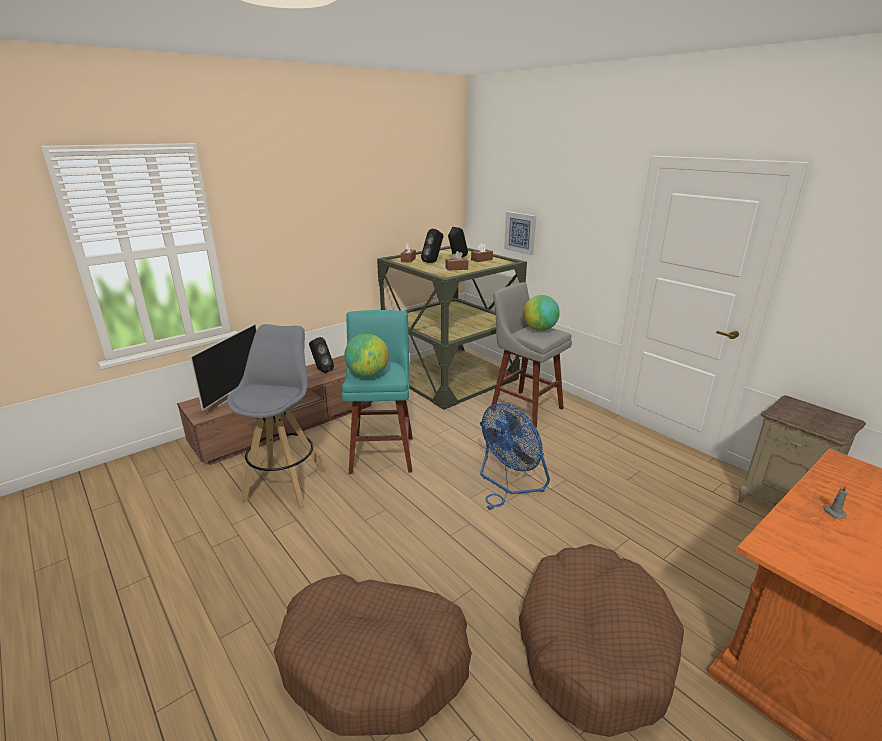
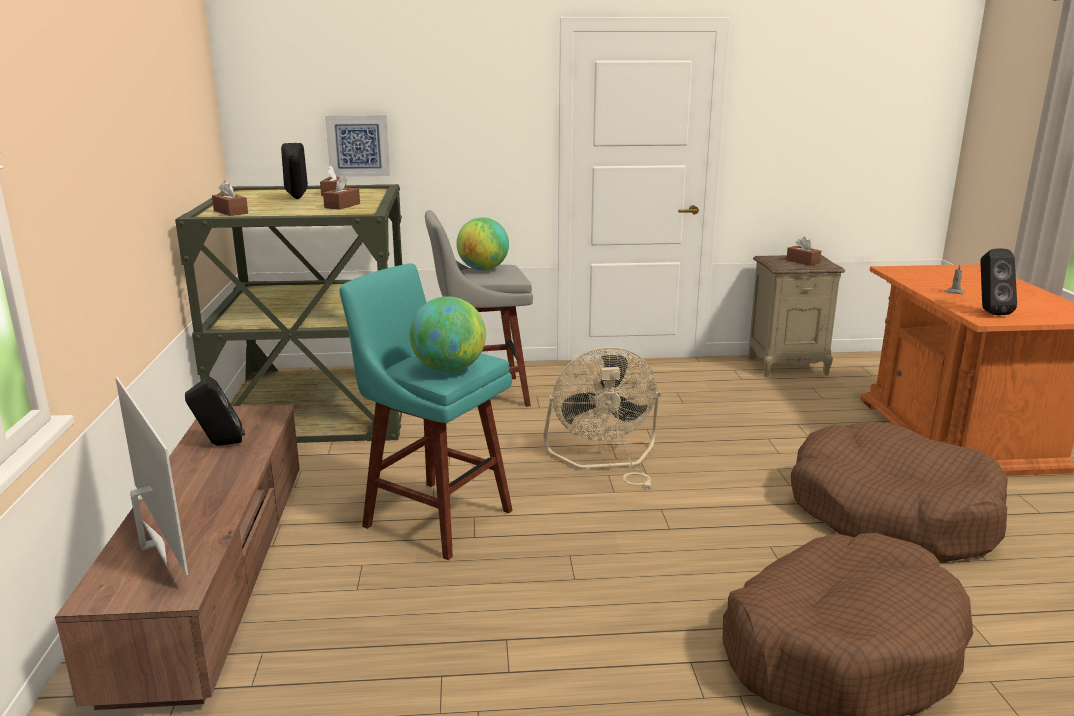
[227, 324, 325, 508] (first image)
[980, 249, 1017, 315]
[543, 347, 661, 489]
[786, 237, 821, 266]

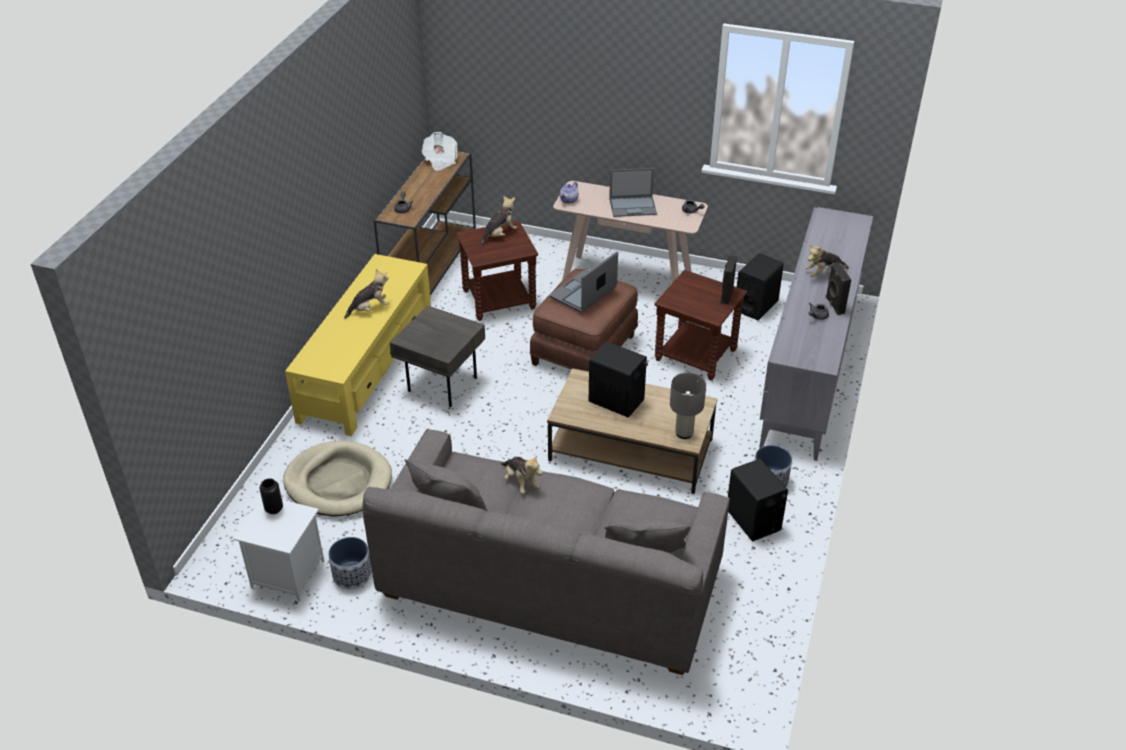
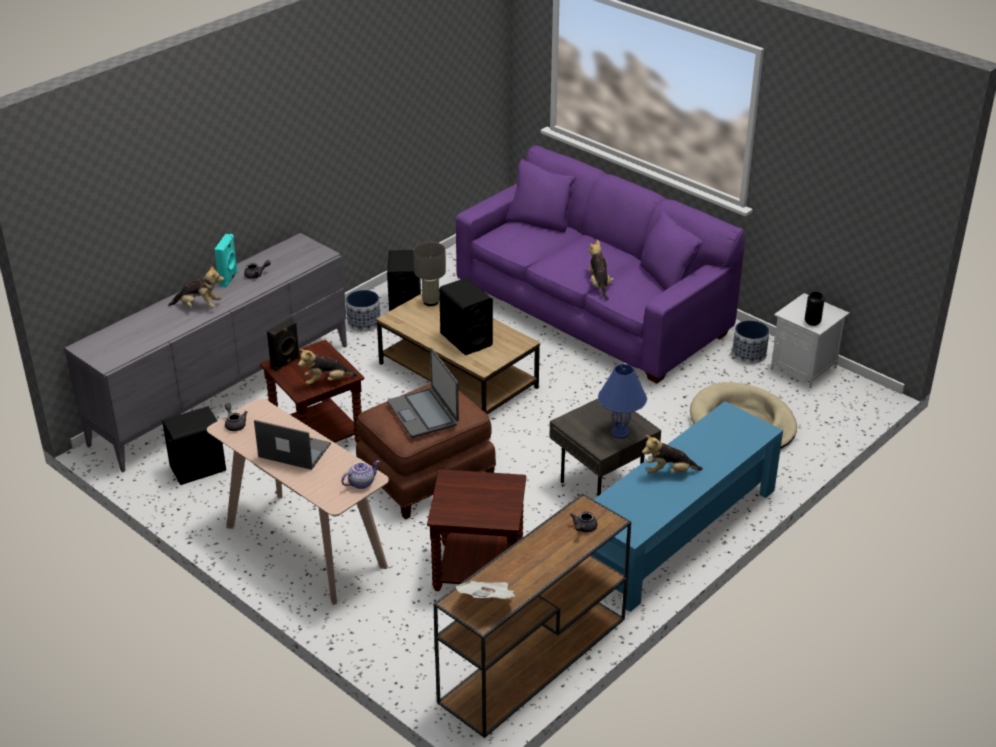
[592, 401, 783, 612]
[456, 145, 745, 384]
[298, 349, 358, 385]
[387, 348, 459, 438]
[214, 234, 238, 288]
[598, 364, 647, 438]

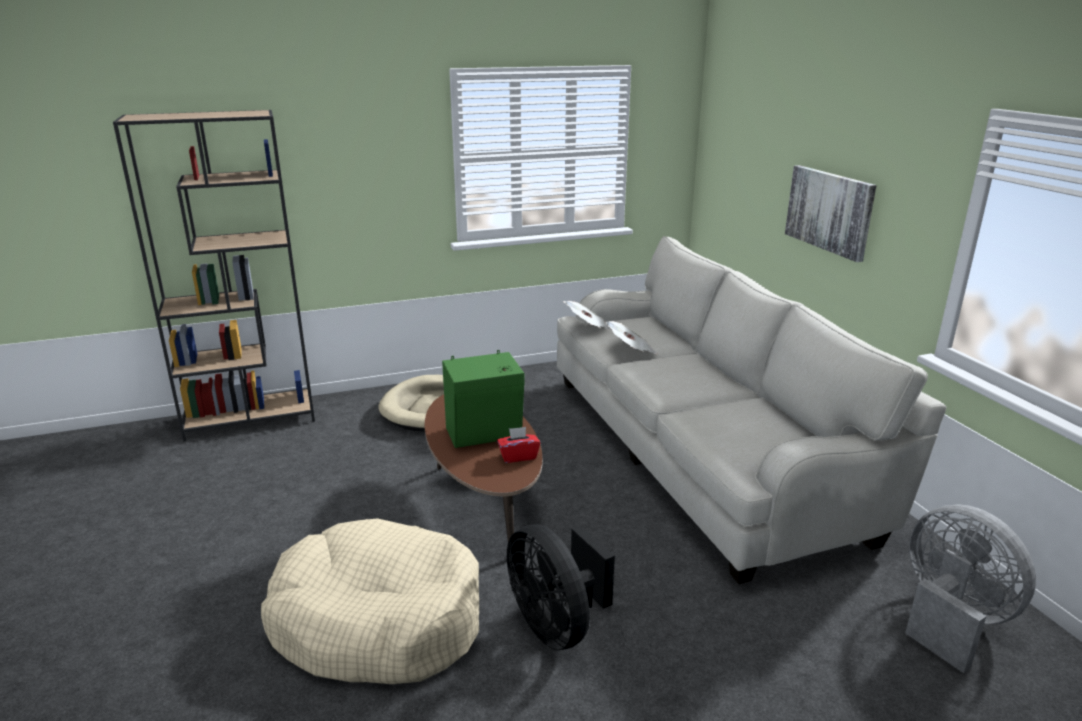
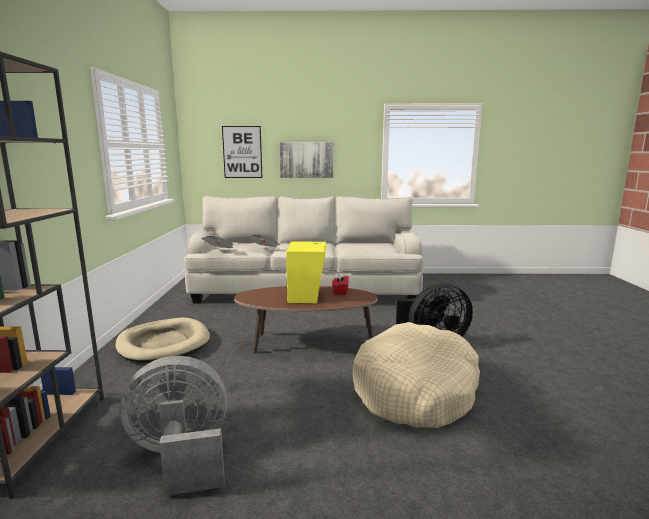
[286, 241, 326, 303]
[119, 356, 228, 496]
[222, 126, 262, 178]

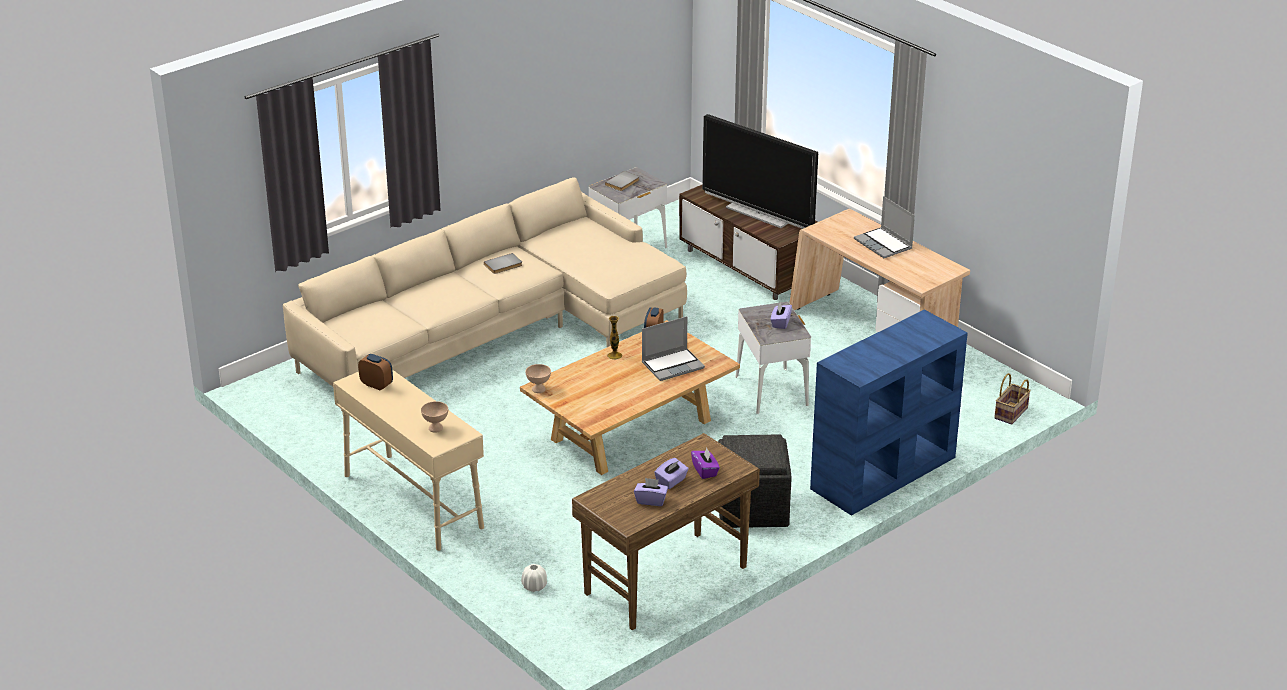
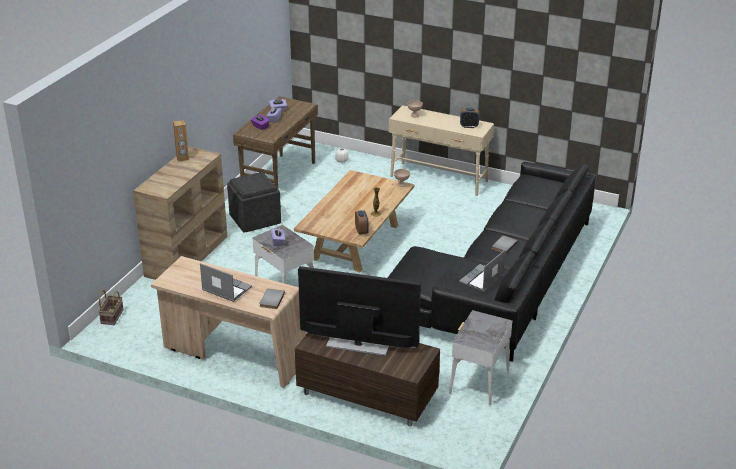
[388, 162, 596, 362]
[259, 289, 285, 309]
[459, 250, 505, 292]
[133, 146, 227, 280]
[173, 120, 189, 162]

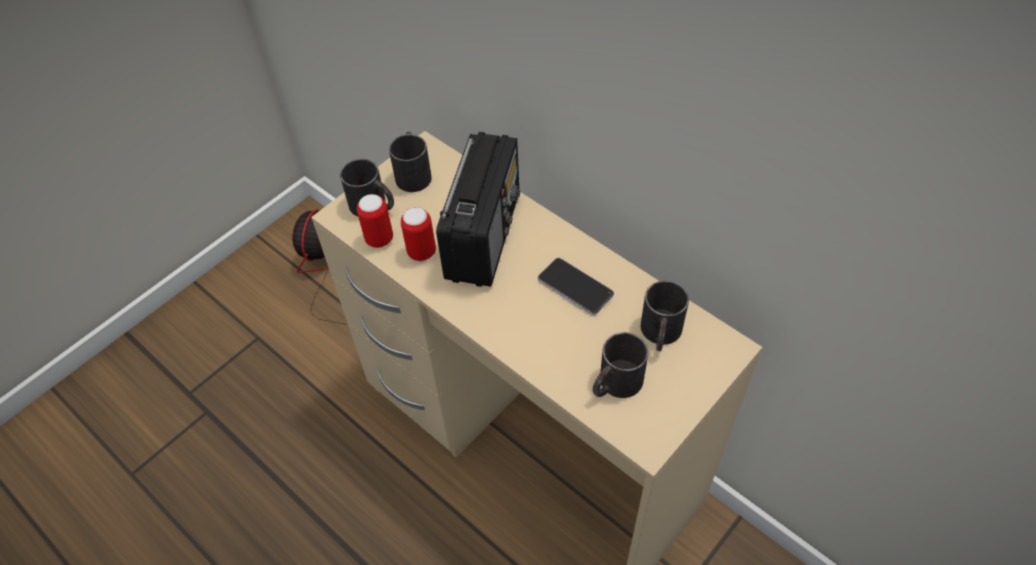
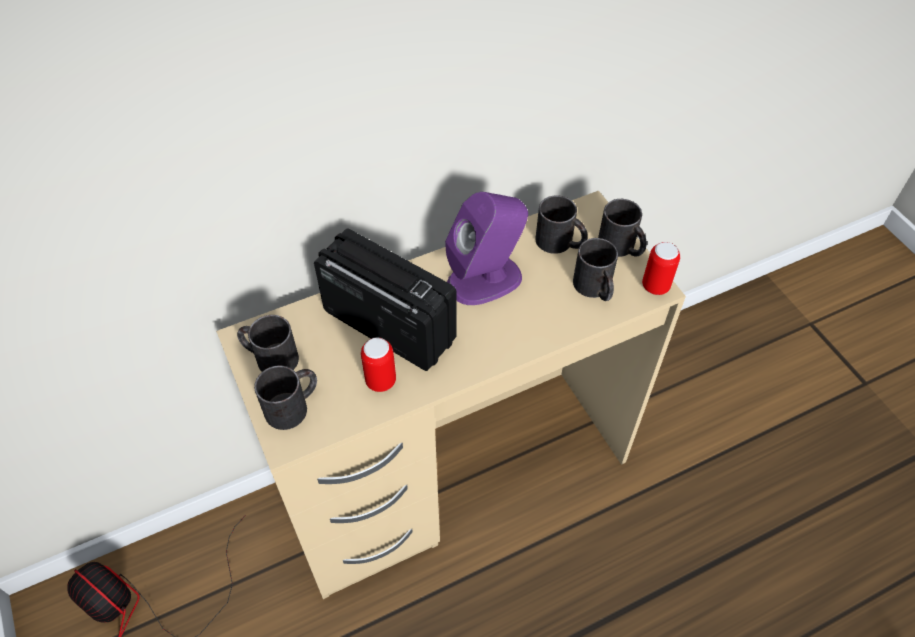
[642, 242, 680, 295]
[445, 192, 528, 305]
[598, 199, 647, 257]

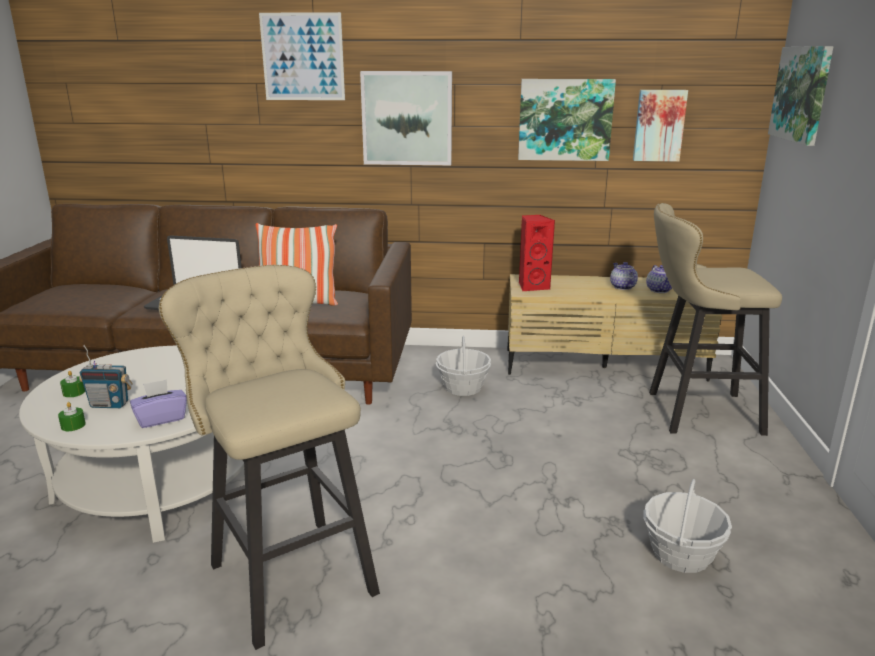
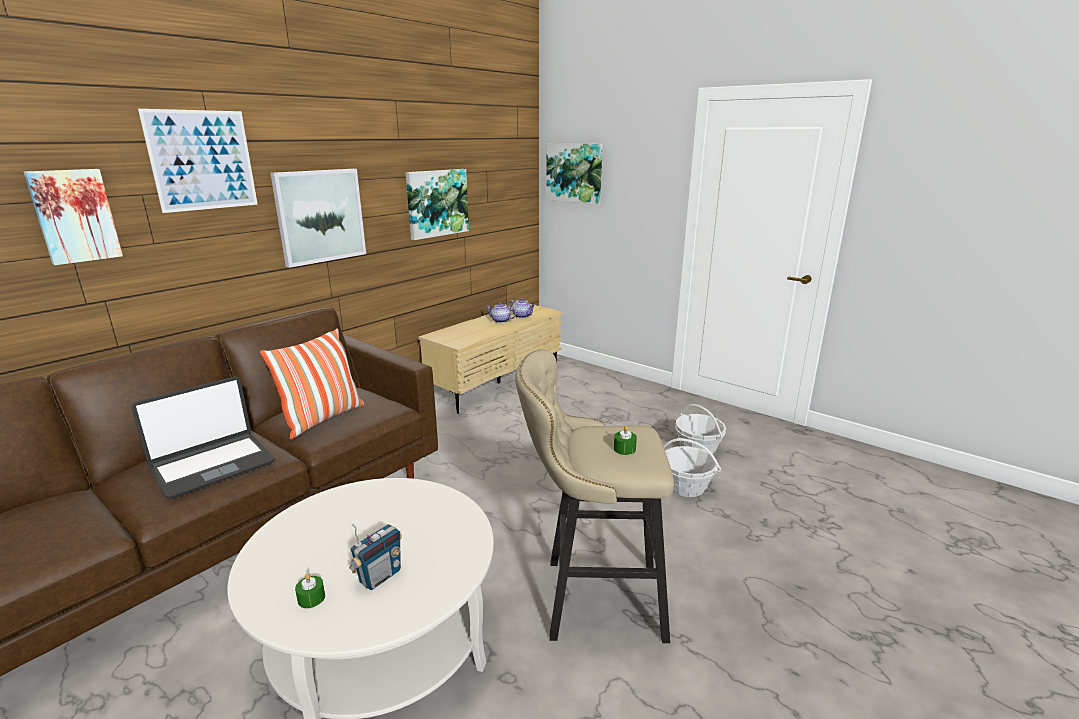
[614, 426, 637, 455]
[130, 379, 187, 428] (first image)
[664, 438, 721, 497]
[519, 215, 555, 291] (first image)
[24, 169, 123, 265]
[649, 203, 782, 436] (first image)

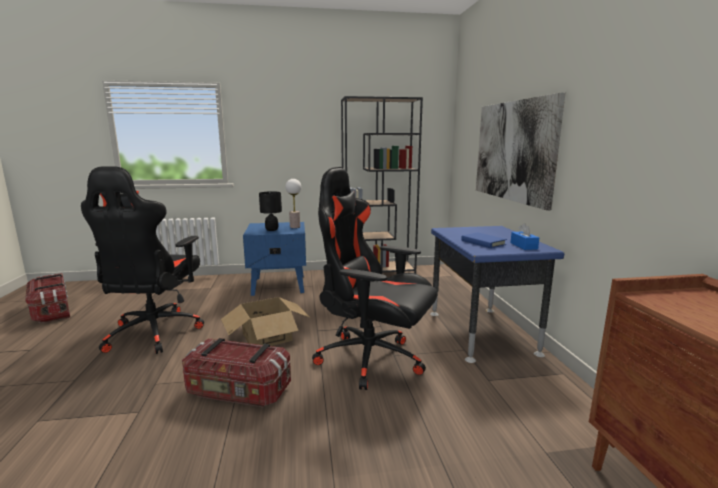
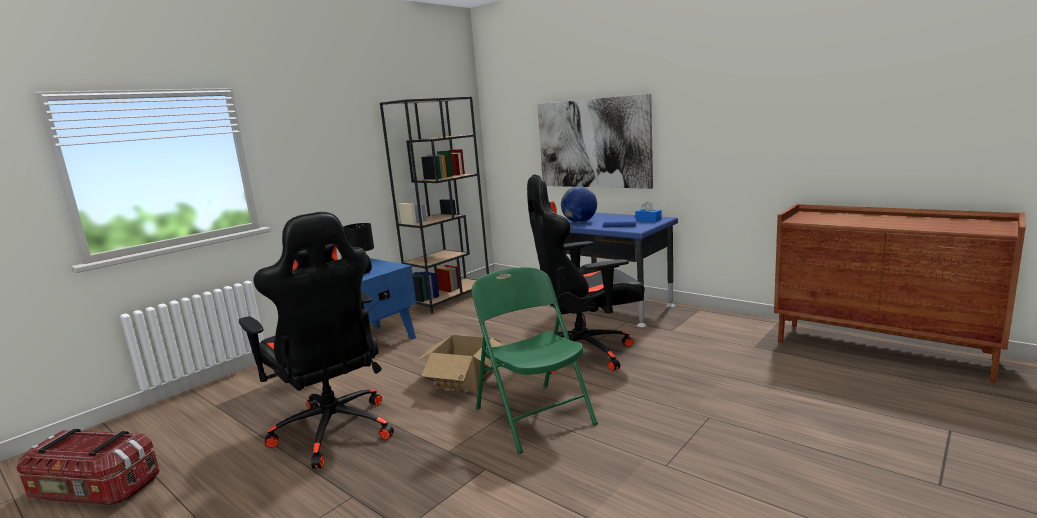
[471, 267, 598, 454]
[285, 179, 301, 228] (first image)
[561, 186, 597, 223]

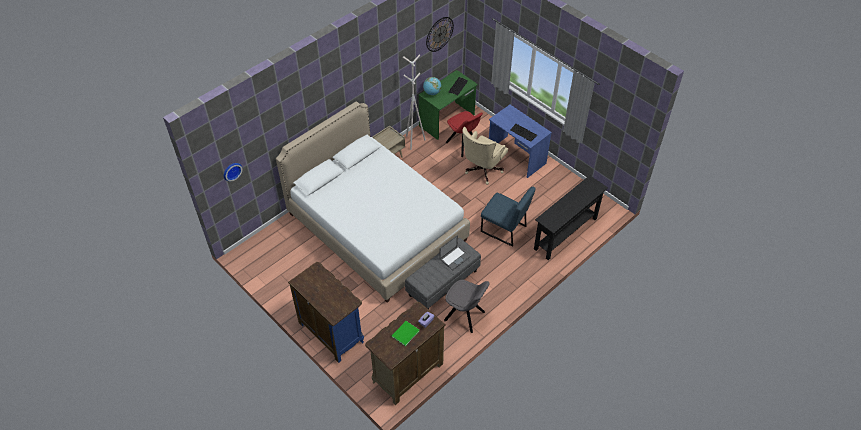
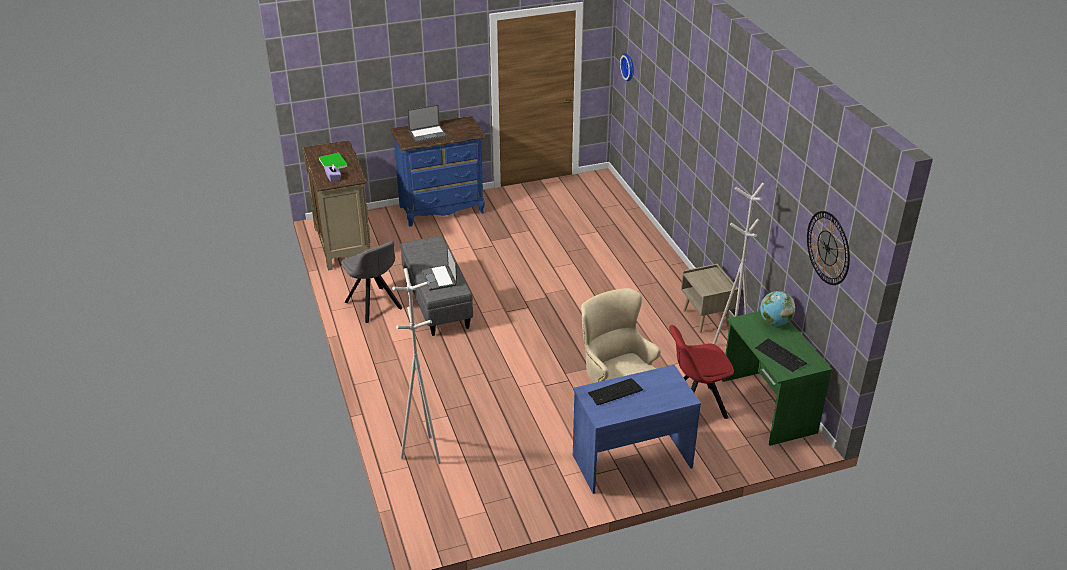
[276, 102, 470, 303] (first image)
[341, 241, 402, 323]
[481, 187, 536, 247] (first image)
[392, 268, 441, 464]
[407, 105, 447, 143]

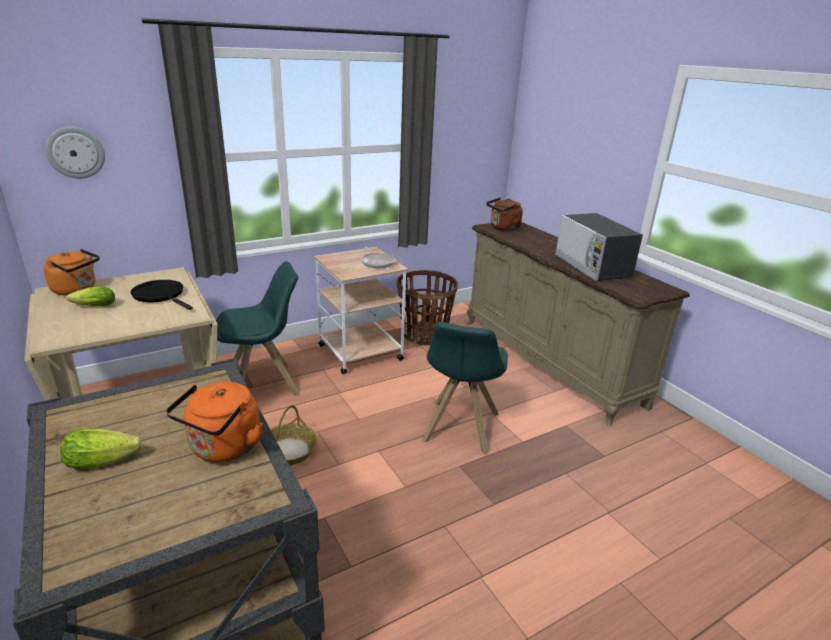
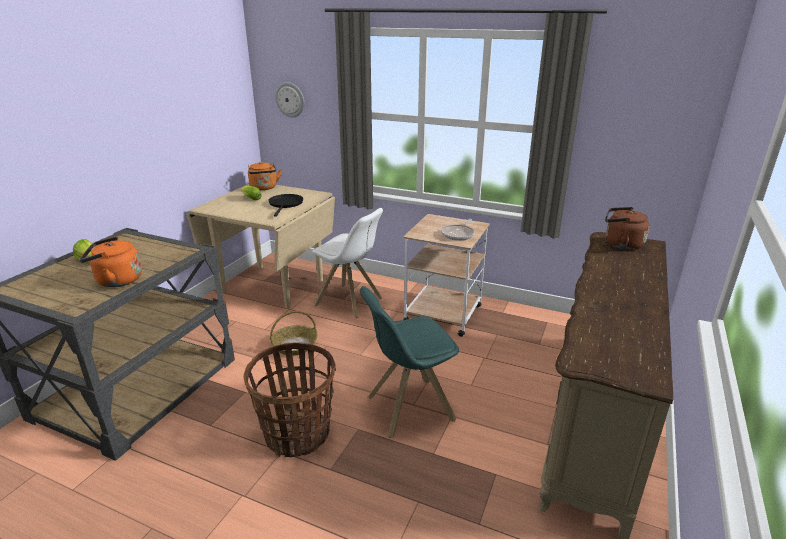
[312, 208, 383, 318]
[244, 342, 336, 457]
[555, 213, 643, 281] (first image)

